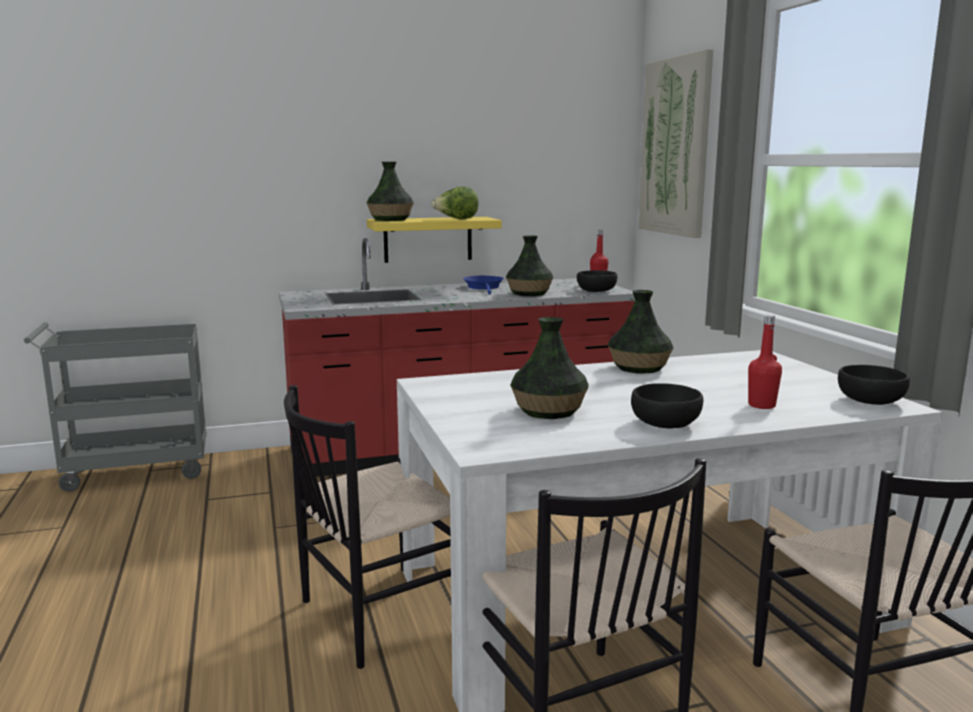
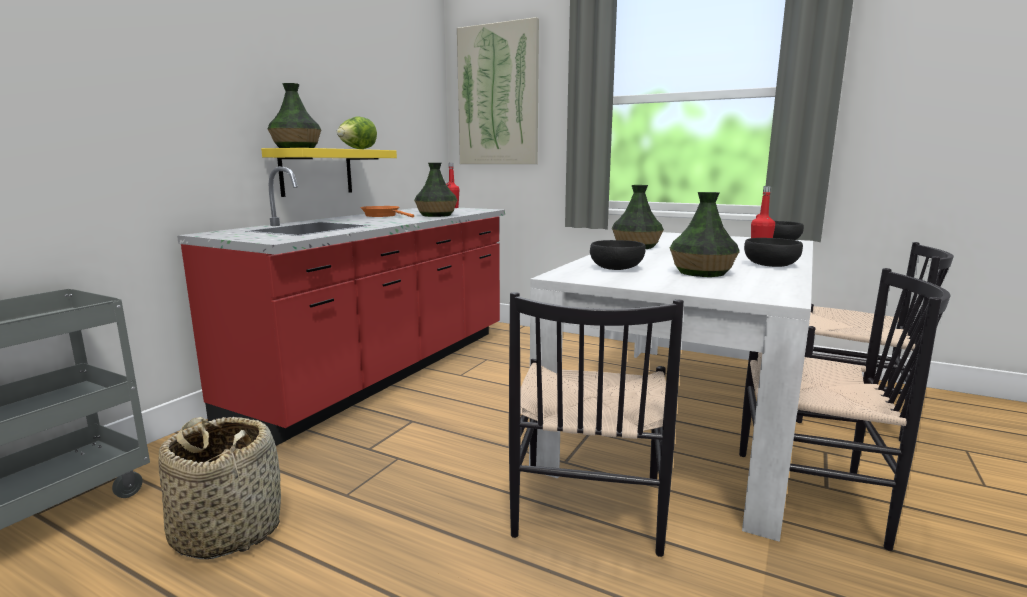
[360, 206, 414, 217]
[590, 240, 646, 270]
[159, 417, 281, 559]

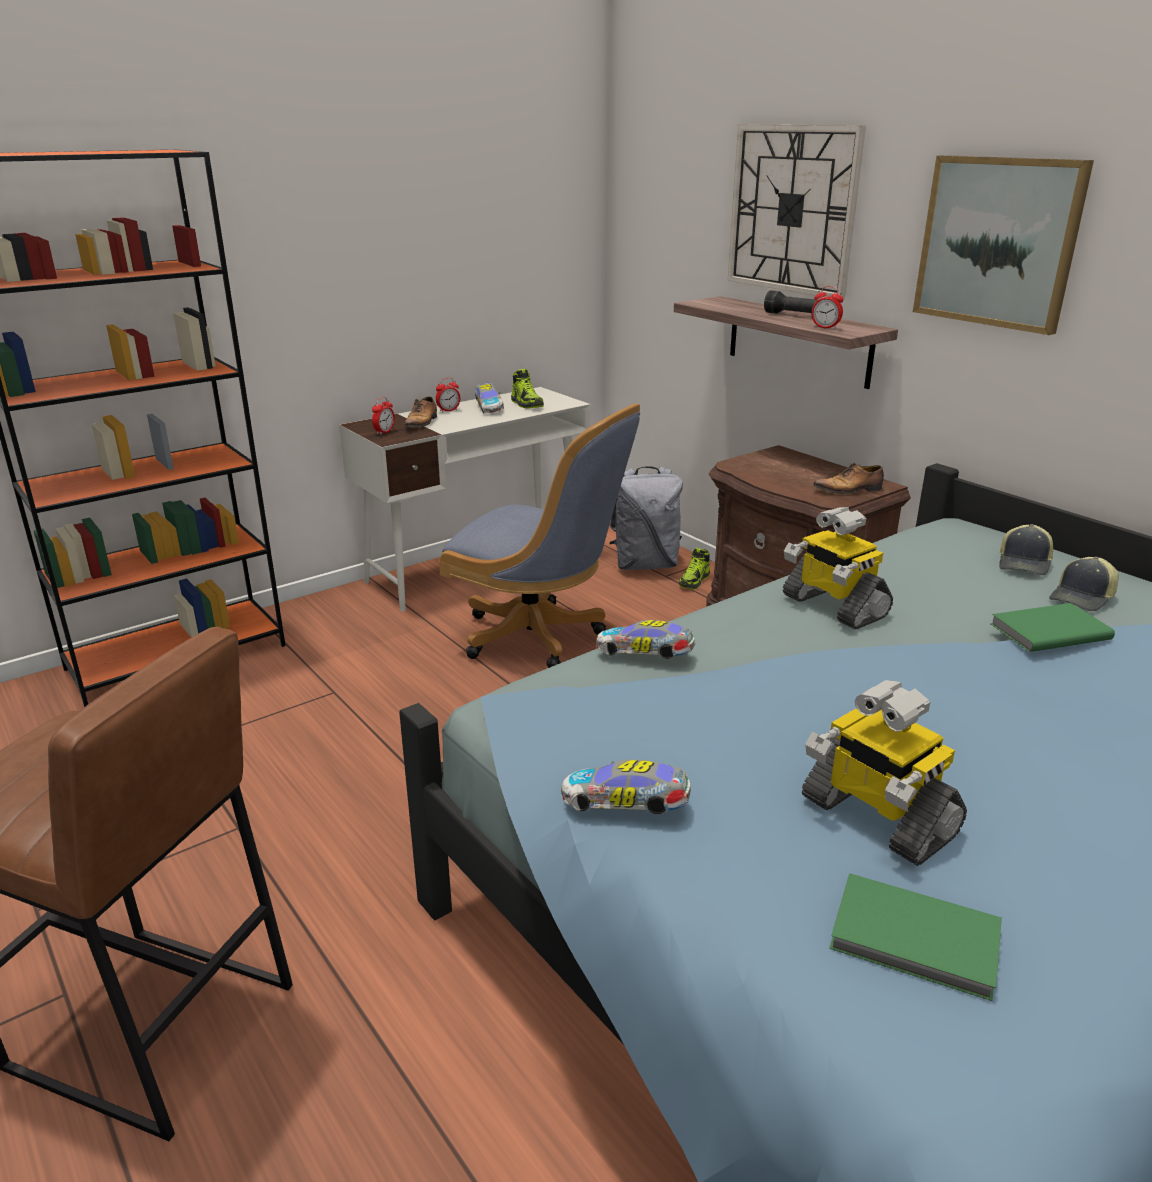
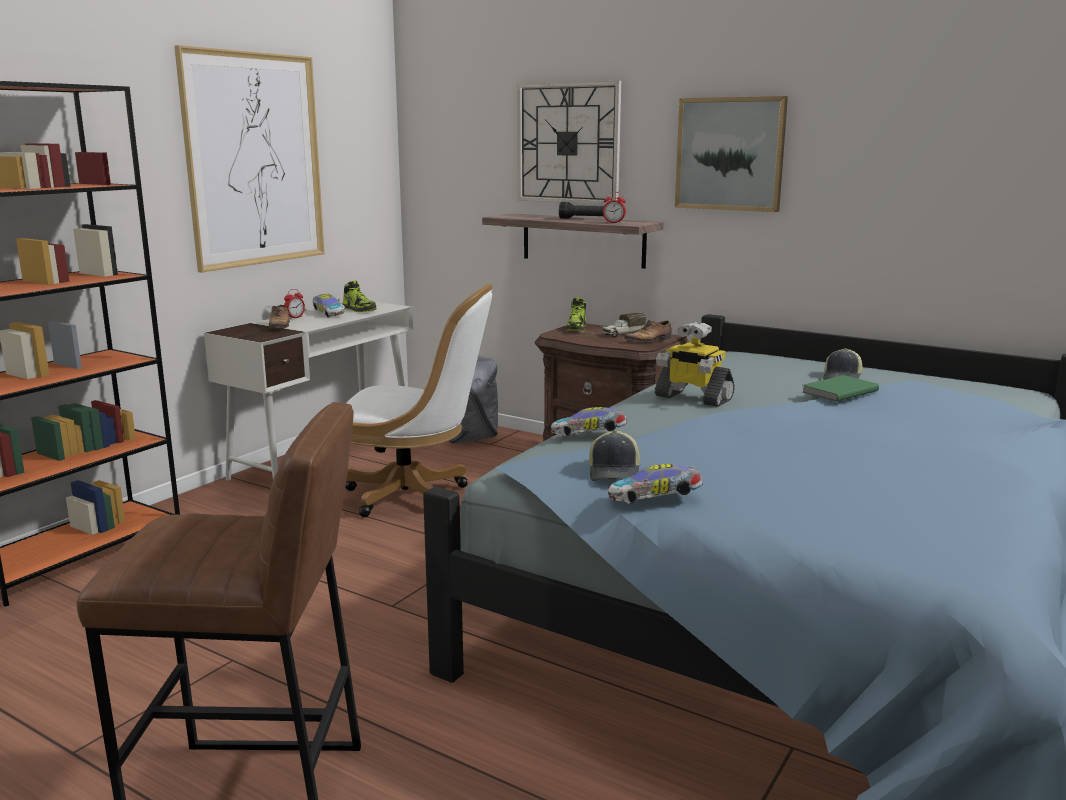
[372, 397, 395, 435] (first image)
[345, 283, 492, 517]
[566, 298, 586, 332]
[802, 680, 967, 866] (first image)
[829, 873, 1002, 1001] (first image)
[589, 430, 640, 481]
[174, 45, 325, 272]
[602, 313, 646, 337]

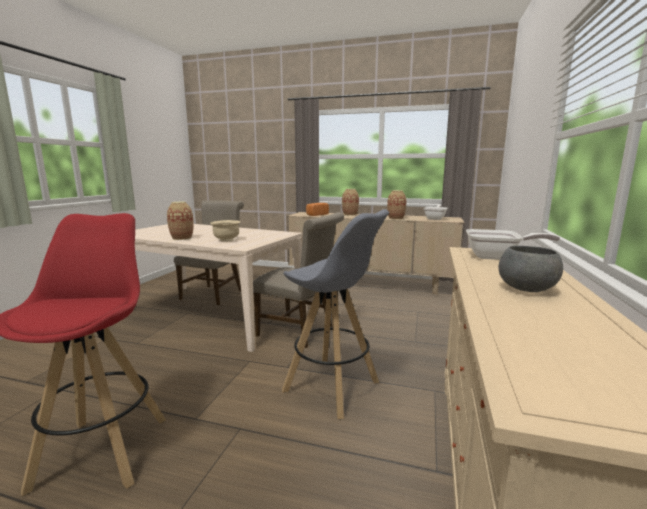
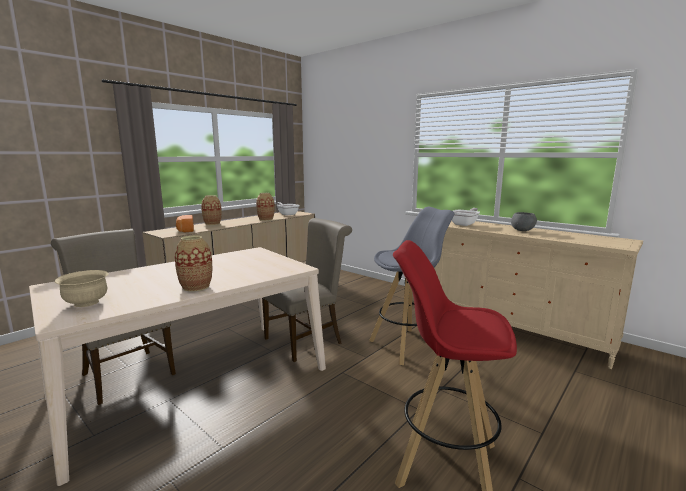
[55, 270, 108, 307]

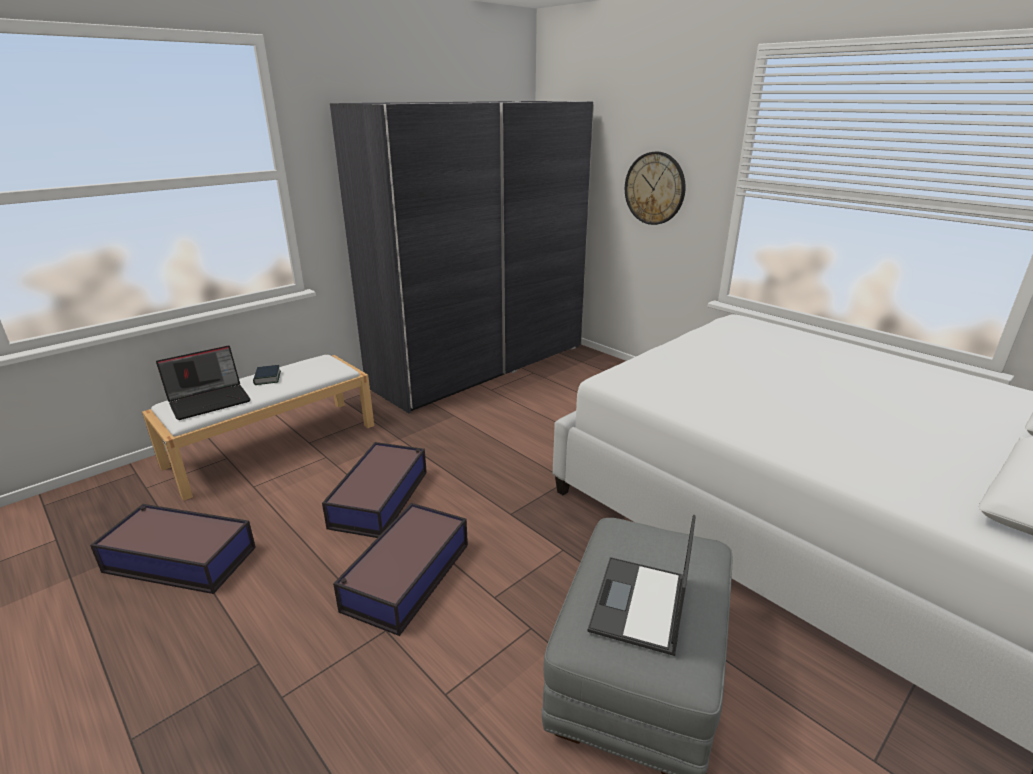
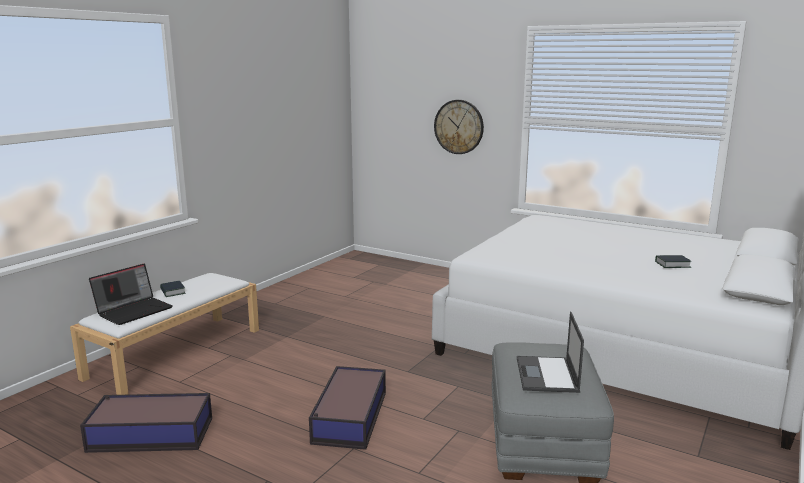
[322, 442, 427, 538] (first image)
[330, 101, 594, 413] (first image)
[655, 255, 691, 268]

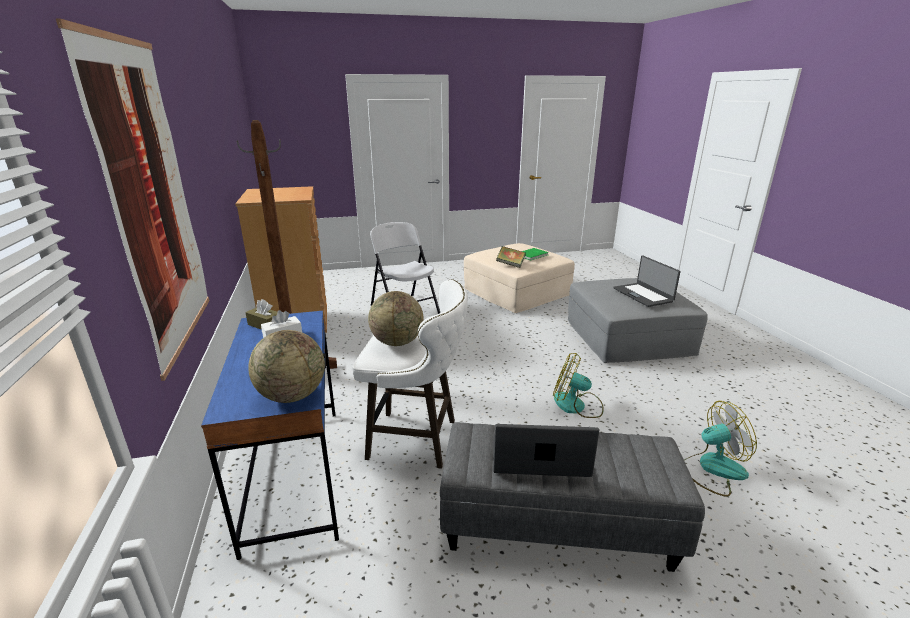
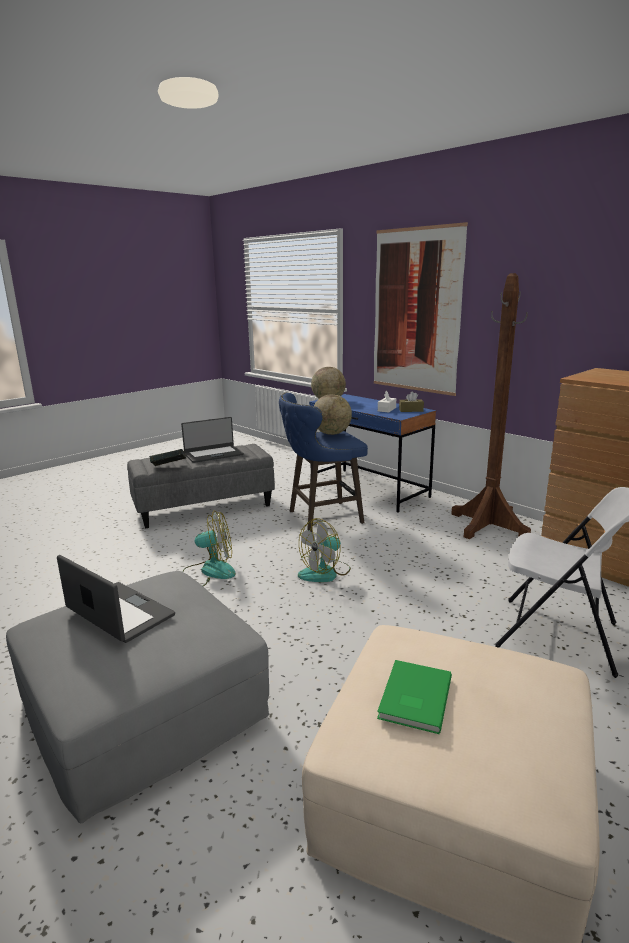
[279, 392, 368, 532]
[149, 449, 186, 466]
[298, 518, 351, 582]

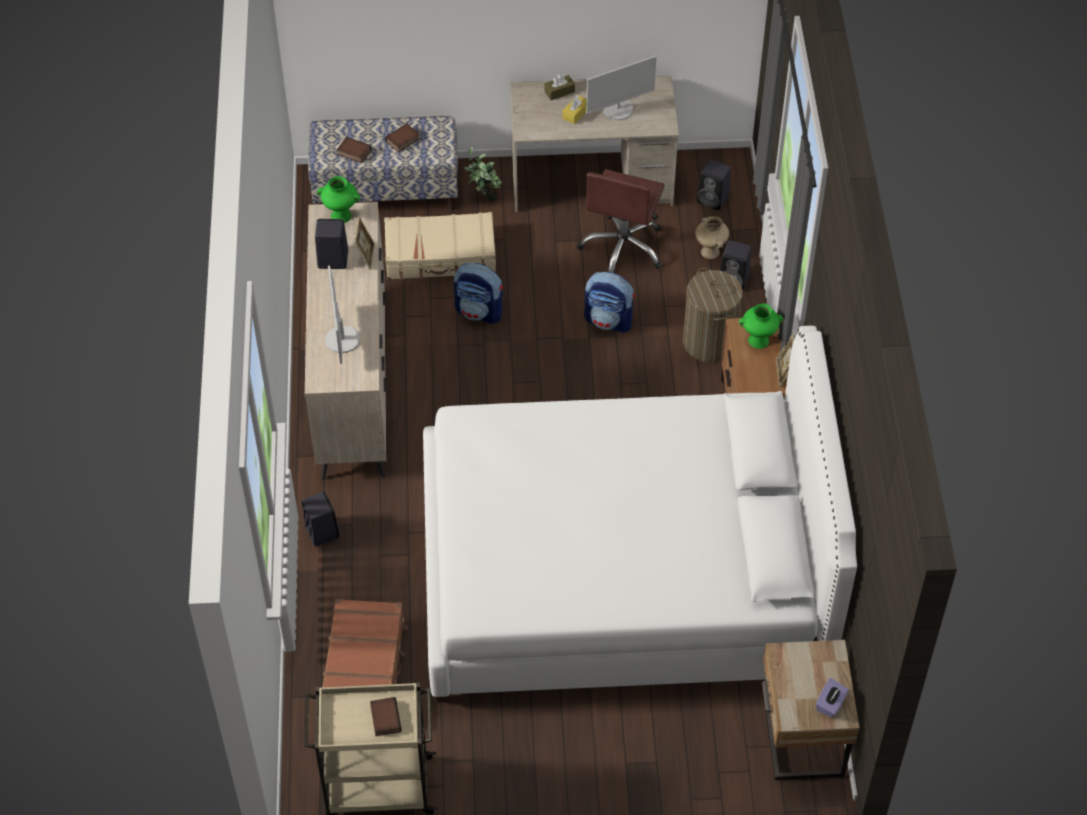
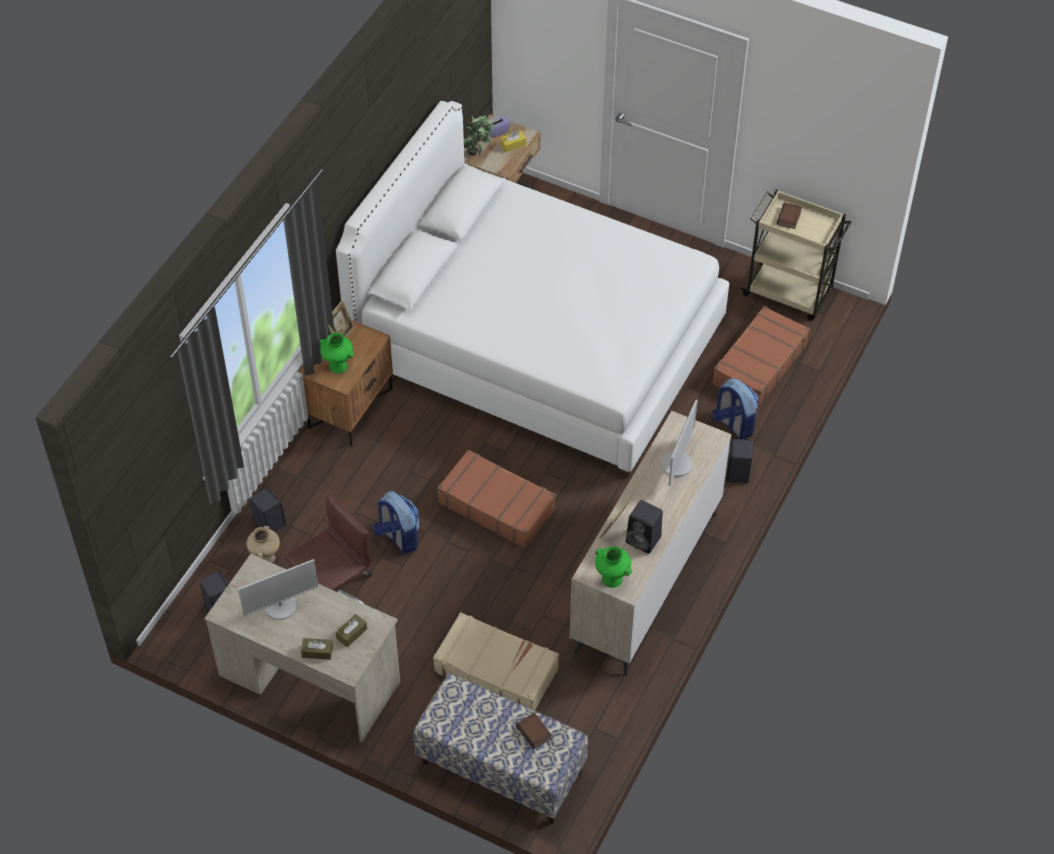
[385, 124, 420, 152] (first image)
[712, 378, 759, 440]
[464, 116, 495, 155]
[500, 130, 527, 153]
[238, 559, 318, 620]
[683, 268, 743, 362] (first image)
[336, 614, 367, 647]
[437, 450, 556, 549]

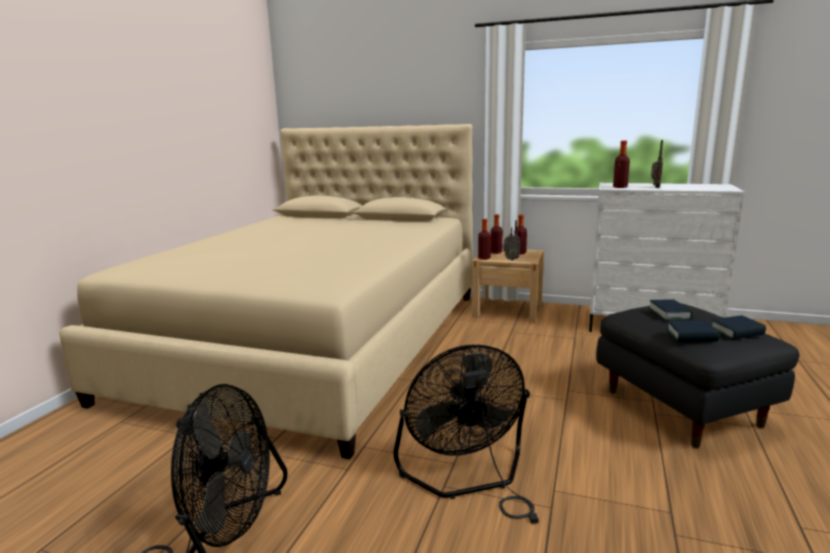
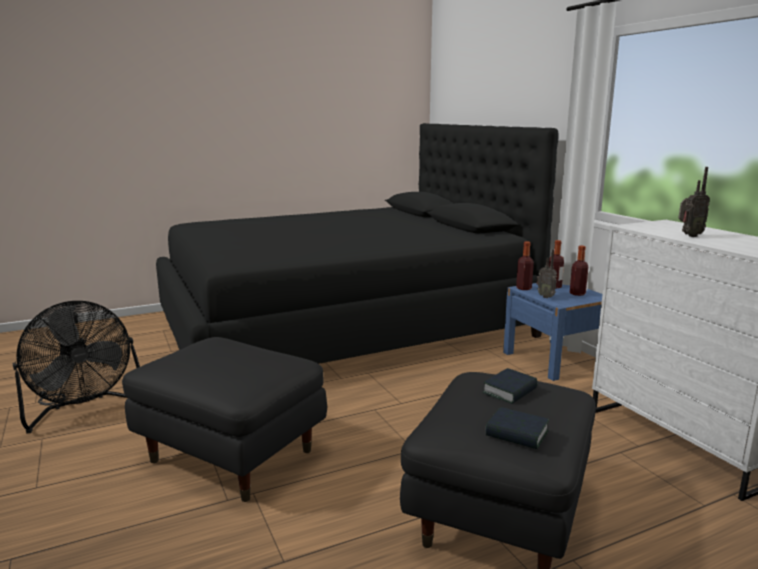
[156, 123, 559, 364]
[122, 337, 327, 502]
[503, 283, 603, 381]
[613, 141, 630, 188] (first image)
[666, 321, 719, 341] (first image)

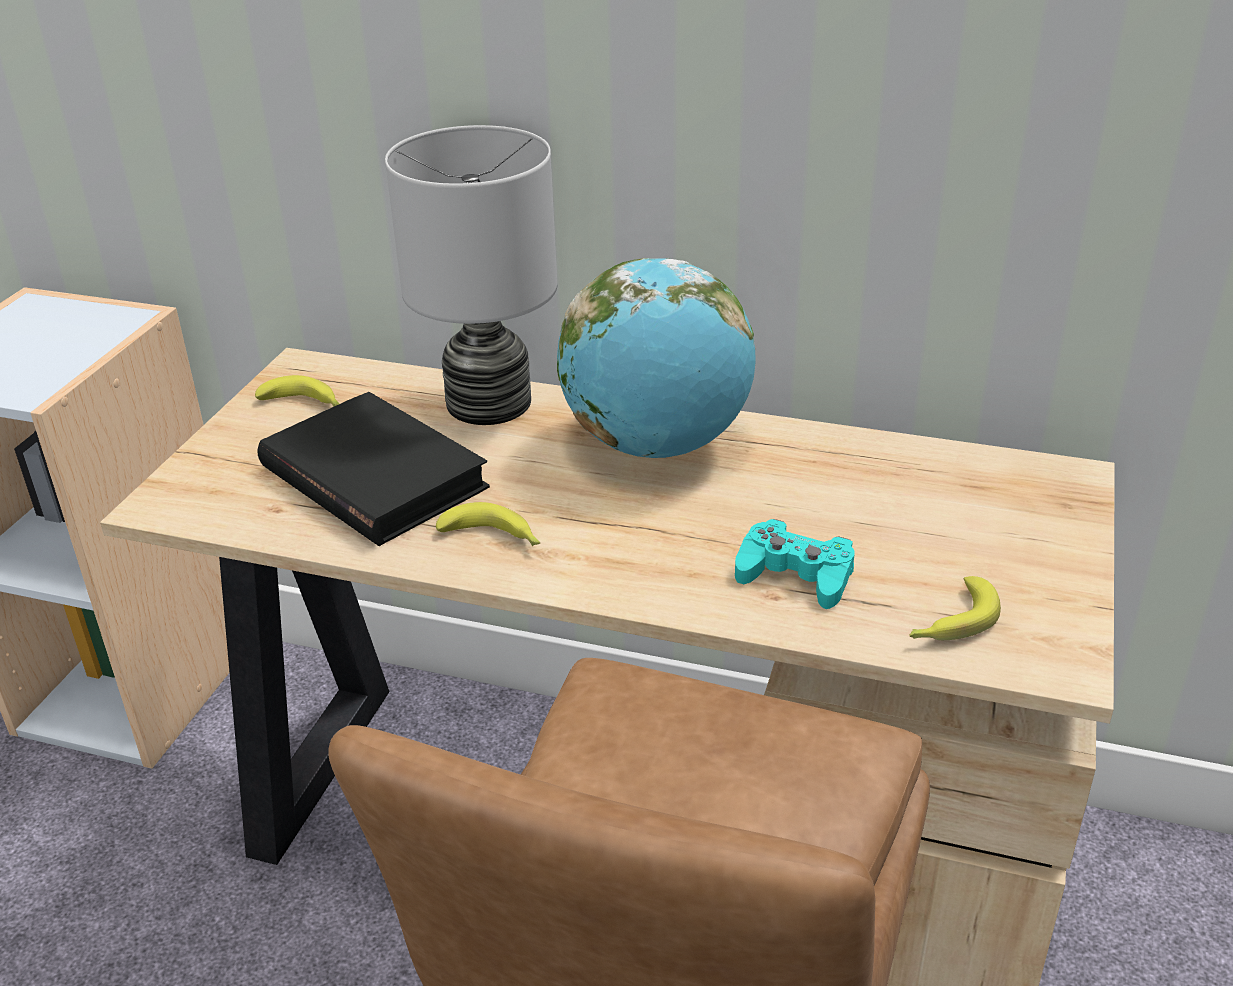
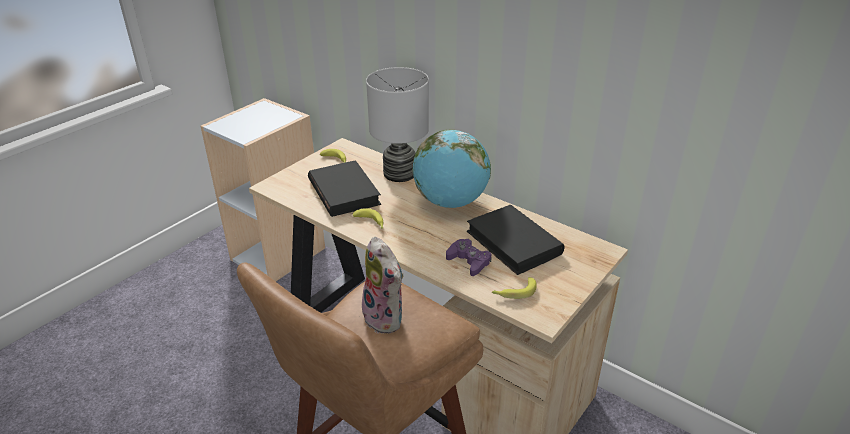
[446, 239, 492, 276]
[362, 237, 403, 334]
[467, 205, 565, 275]

